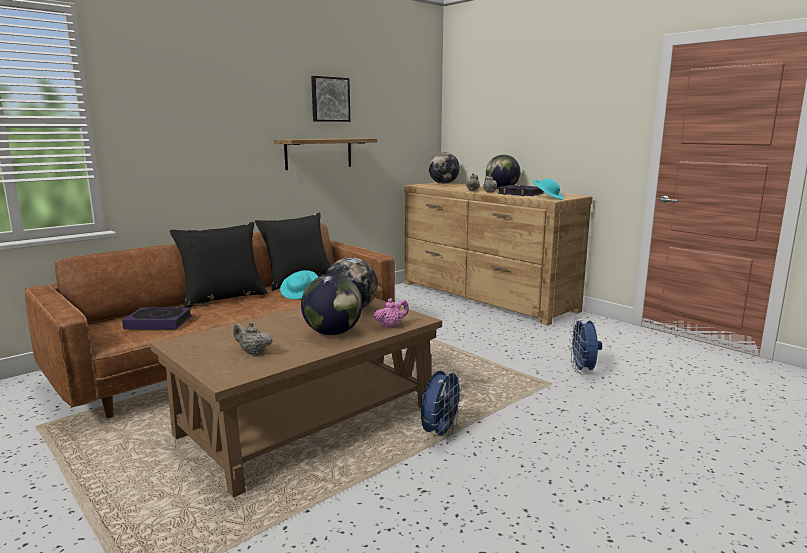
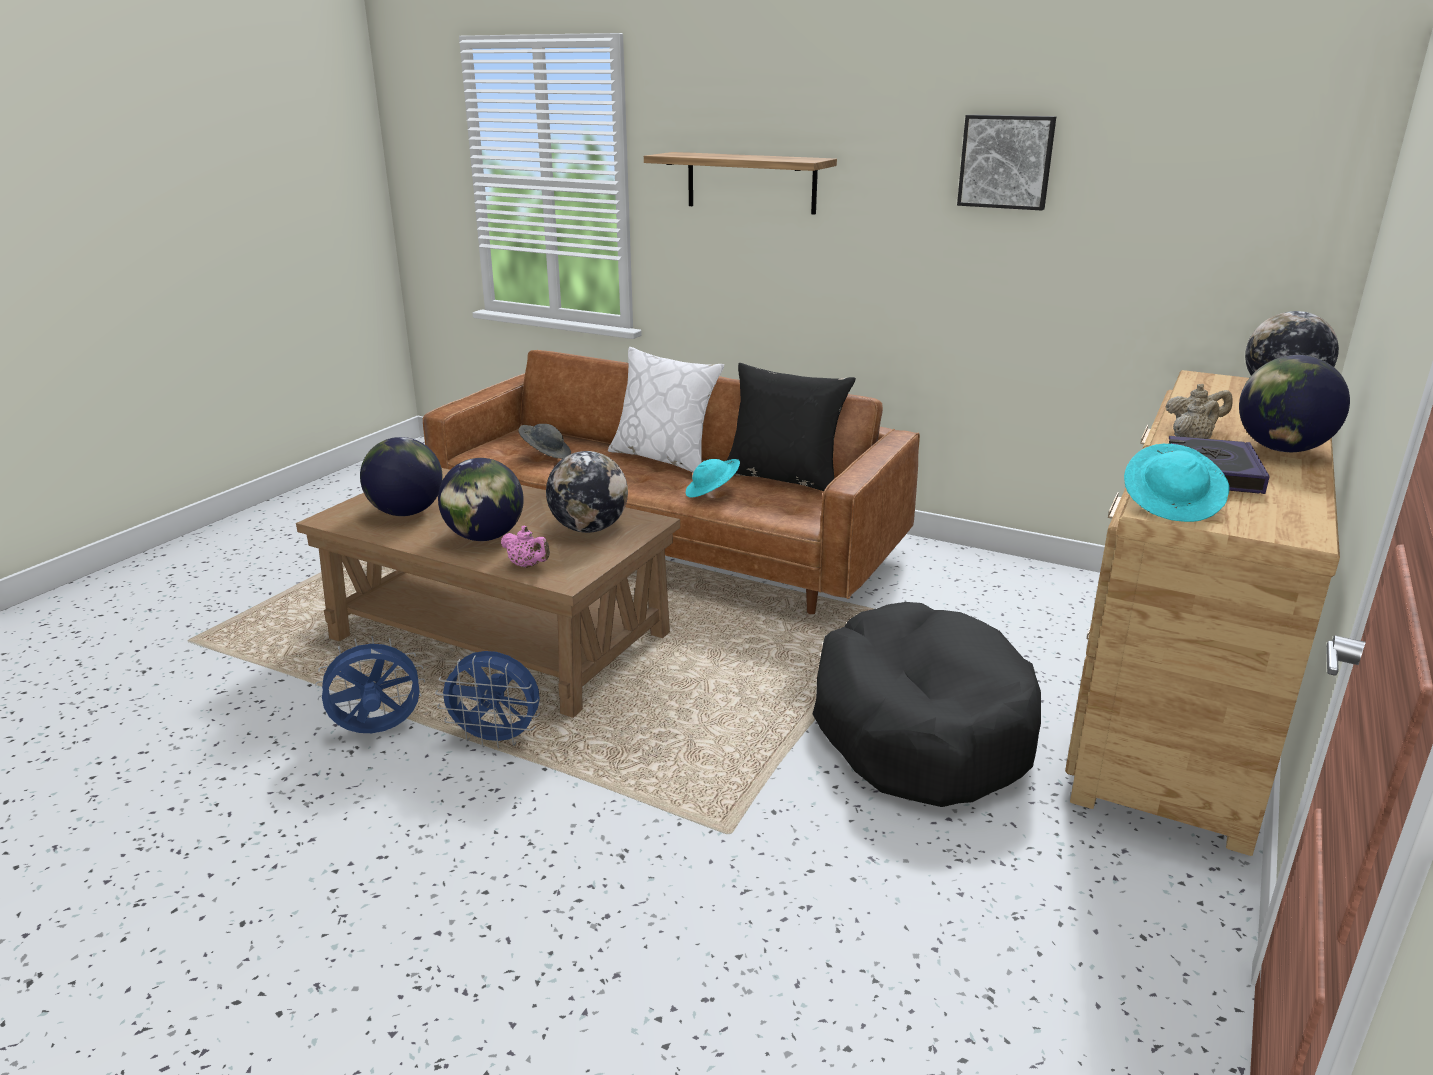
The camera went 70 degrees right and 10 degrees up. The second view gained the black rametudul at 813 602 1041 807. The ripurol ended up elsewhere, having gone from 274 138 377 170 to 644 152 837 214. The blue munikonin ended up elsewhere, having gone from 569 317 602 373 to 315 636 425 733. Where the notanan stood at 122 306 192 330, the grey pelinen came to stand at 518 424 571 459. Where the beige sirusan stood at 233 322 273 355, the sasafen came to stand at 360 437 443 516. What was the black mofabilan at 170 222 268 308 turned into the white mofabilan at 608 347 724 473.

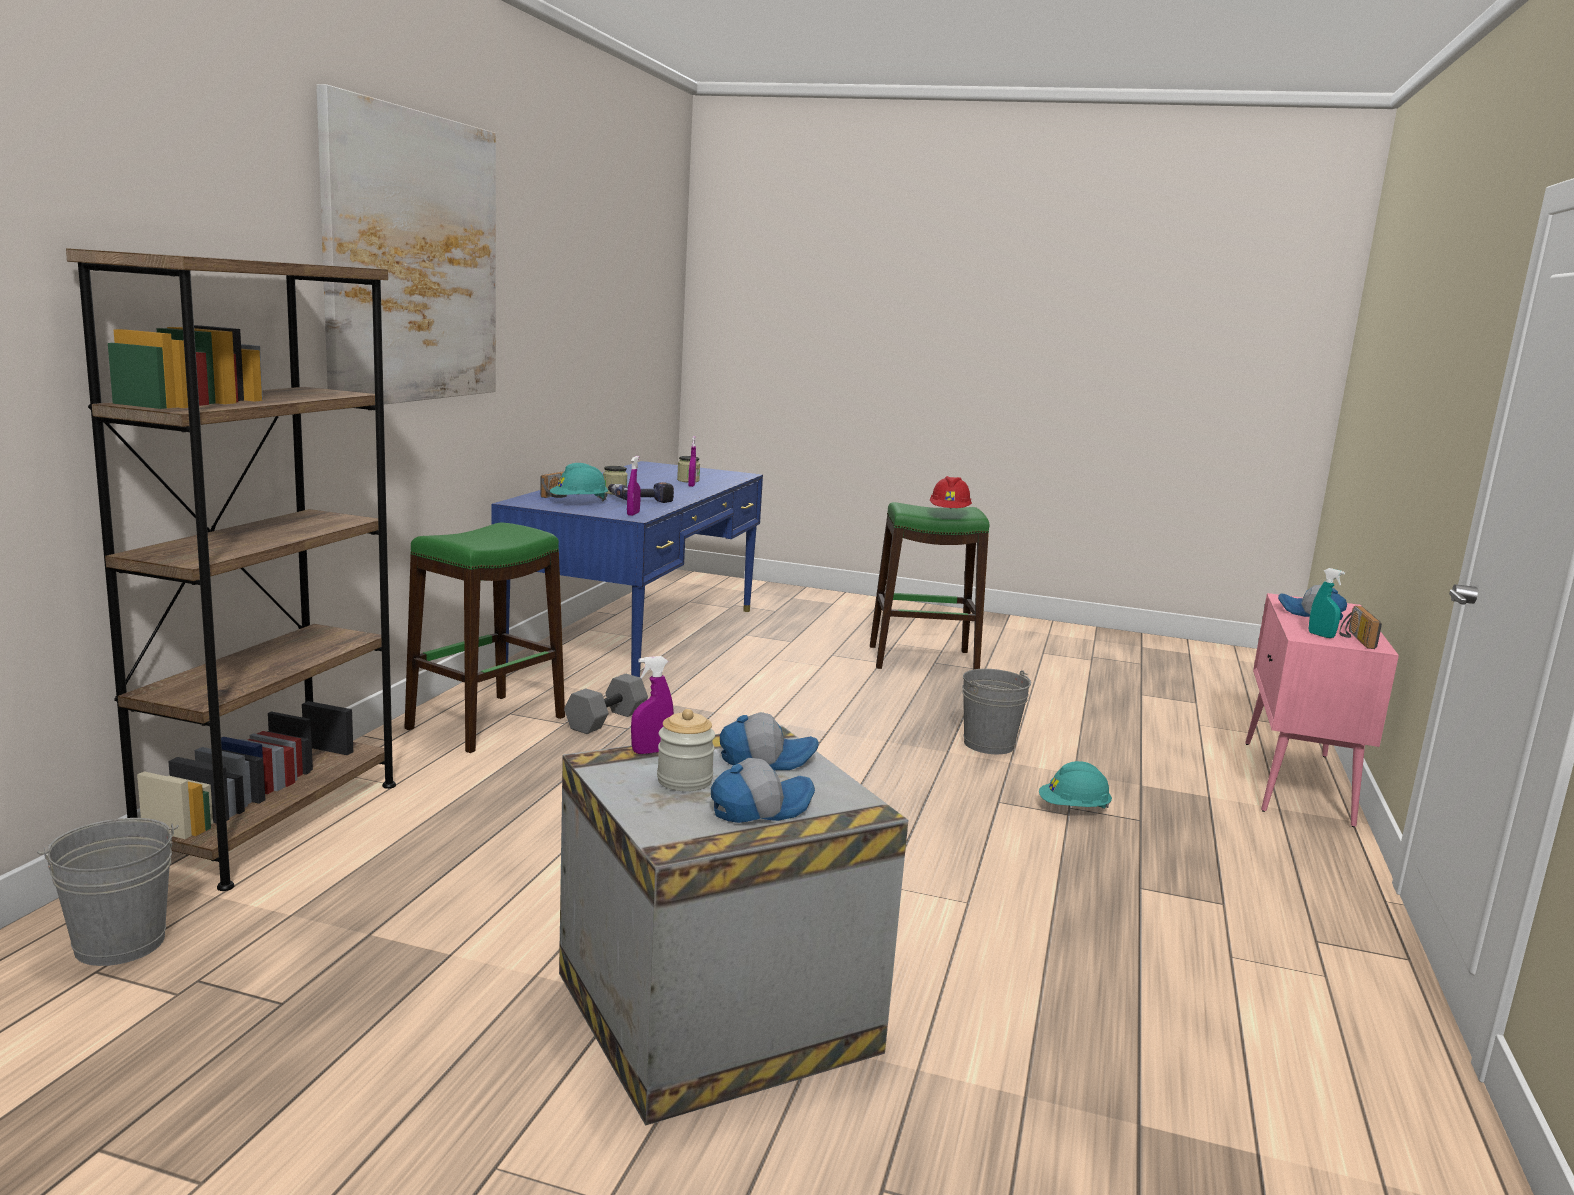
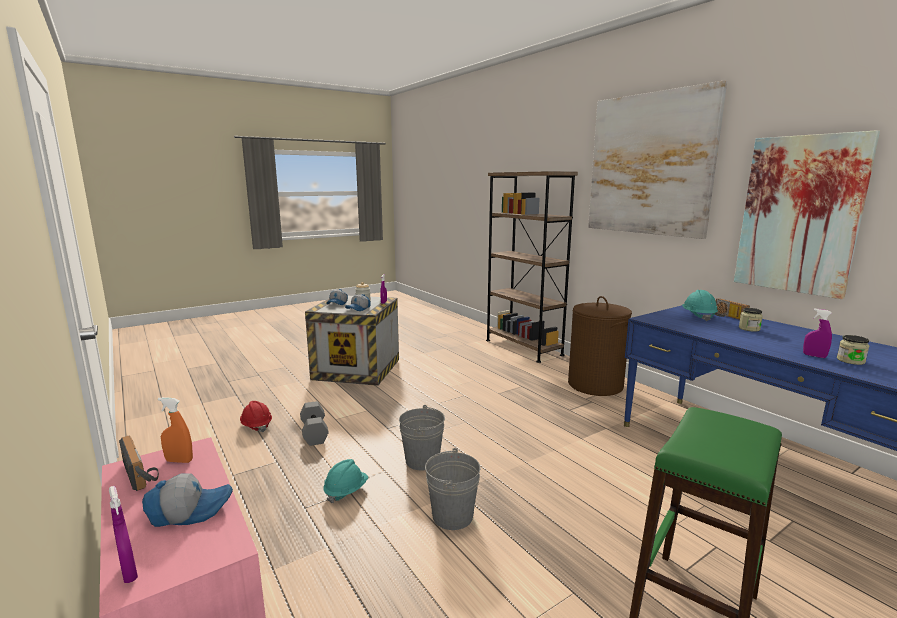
The camera went 130 degrees right and 0 degrees up. The second view lost the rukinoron at 608 482 674 503. The second view gained the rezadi at 734 130 880 299. The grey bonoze ended up elsewhere, having gone from 37 818 179 966 to 399 405 445 470. The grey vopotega ended up elsewhere, having gone from 564 674 648 734 to 300 401 329 446. The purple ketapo ended up elsewhere, having gone from 627 456 641 516 to 109 486 138 583. The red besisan ended up elsewhere, having gone from 930 476 972 509 to 240 401 272 432. Where the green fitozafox stood at 405 523 565 753, the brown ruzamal came to stand at 568 296 632 396. What was the turquoise ketapo at 1309 568 1345 638 turned into the orange ketapo at 158 397 193 463.

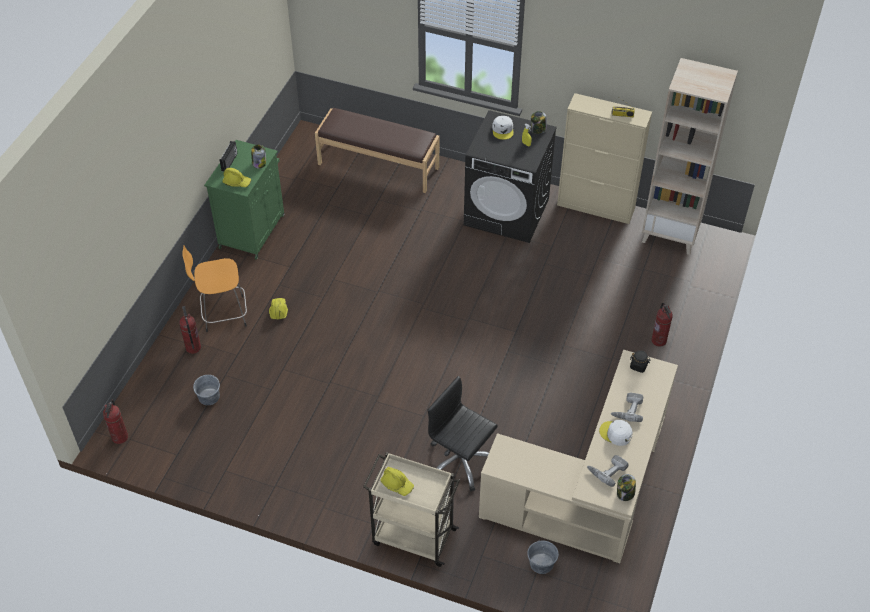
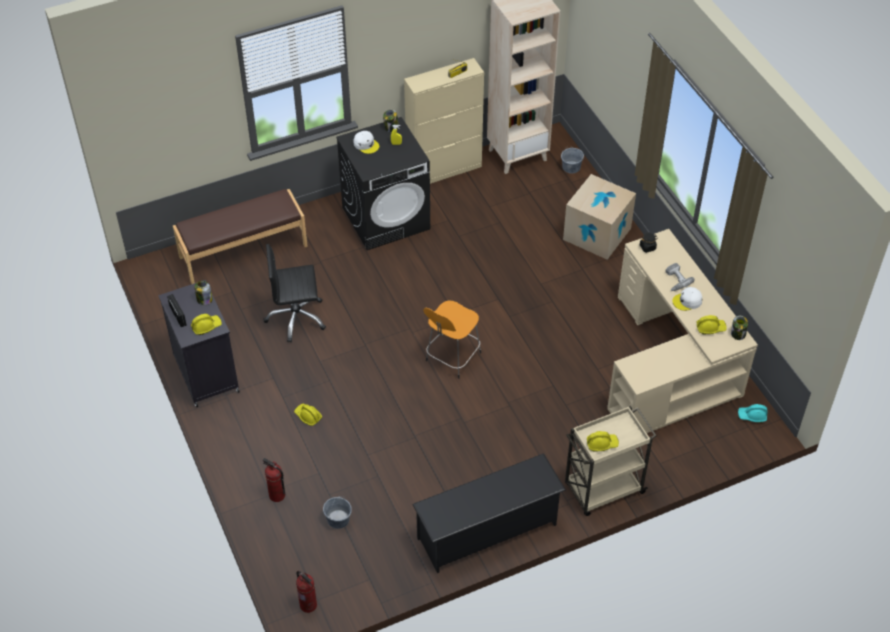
The camera went 45 degrees left and 0 degrees up. The second view gained the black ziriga at 412 453 566 573. The second view gained the turquoise besisan at 738 404 767 423. The orange fitozafox ended up elsewhere, having gone from 182 245 247 332 to 423 300 481 379. The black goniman ended up elsewhere, having gone from 427 376 498 491 to 264 244 326 342. The grey bonoze ended up elsewhere, having gone from 527 539 559 574 to 561 148 584 174. Where the rukinoron stood at 587 455 629 487, the yellow besisan came to stand at 697 315 727 334. Where the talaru stood at 651 303 673 347, the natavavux came to stand at 563 174 636 260. What was the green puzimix at 204 140 285 260 turned into the black puzimix at 158 280 239 407.

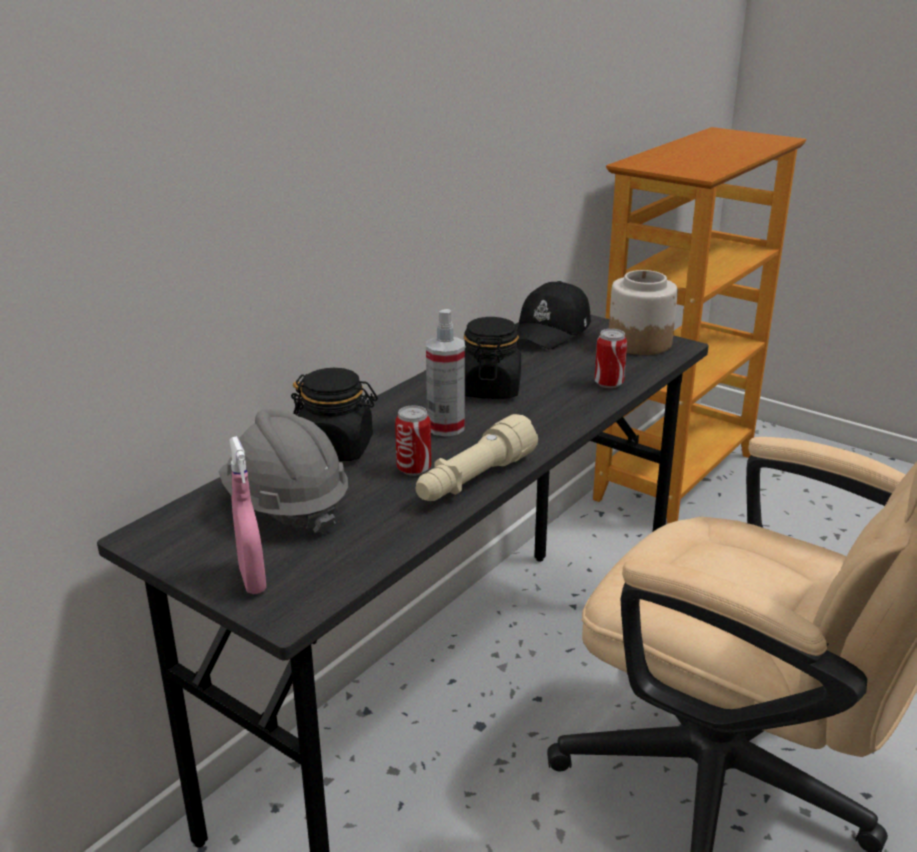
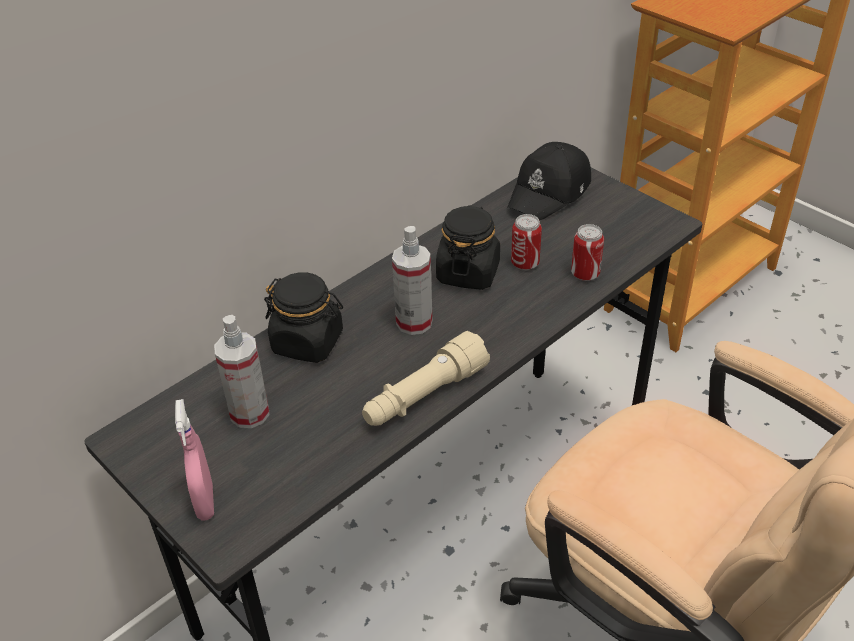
The camera went 10 degrees right and 15 degrees up. The second view lost the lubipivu at 609 270 678 355. The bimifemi ended up elsewhere, having gone from 395 405 431 476 to 511 214 542 270. Where the grey besisan stood at 219 409 348 534, the ketapo came to stand at 214 315 270 428.

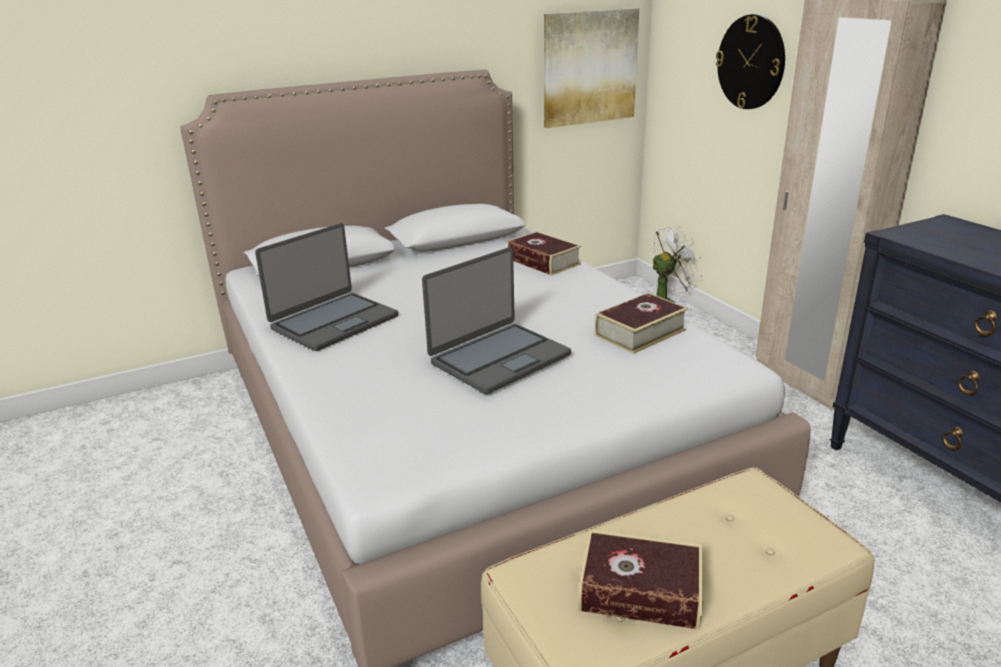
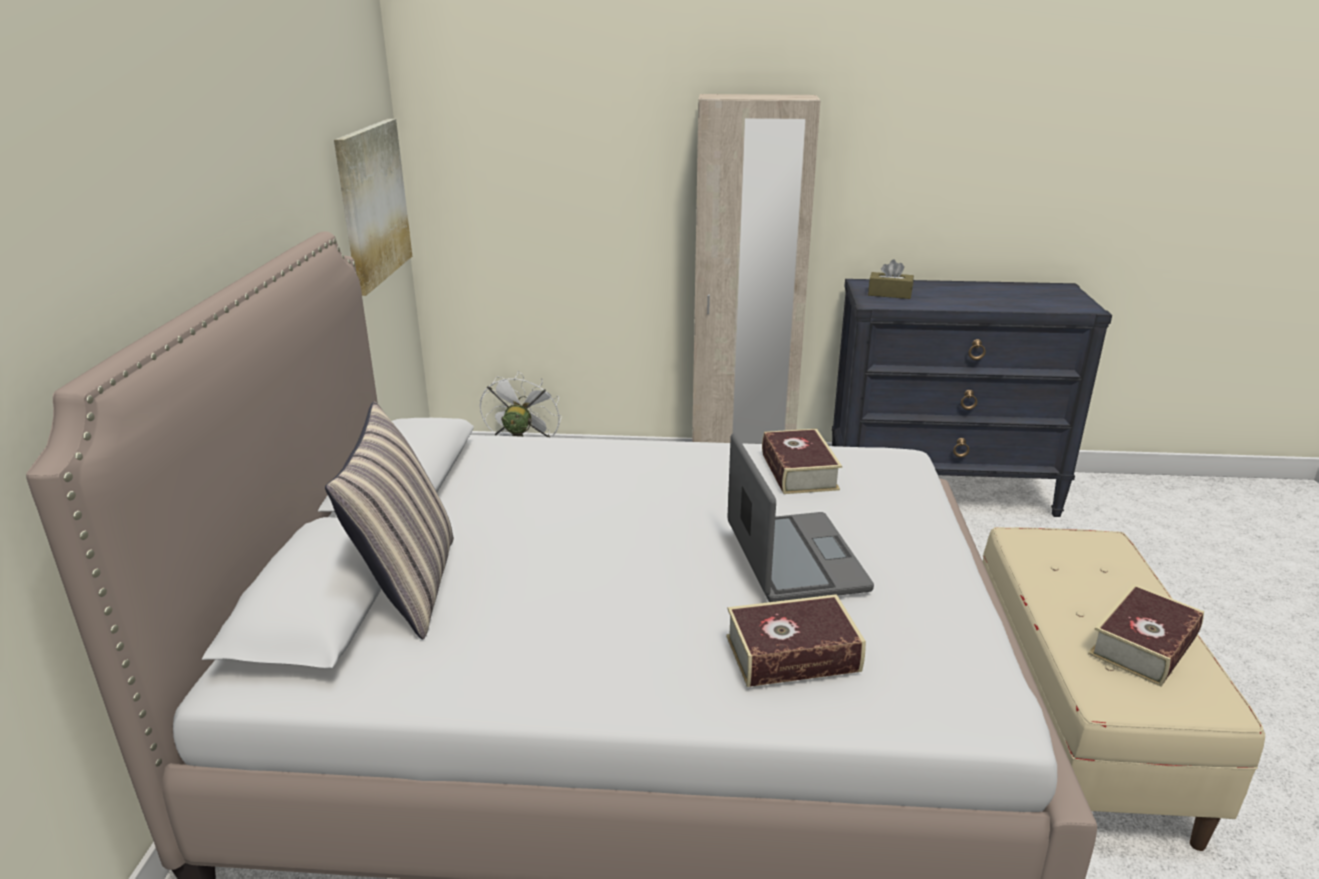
The camera went 60 degrees left and 0 degrees up. The second view lost the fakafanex at 255 223 398 351. The second view lost the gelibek at 716 14 785 109. The second view gained the mofabilan at 325 401 454 640. The second view gained the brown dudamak at 868 260 914 299. The notanan ended up elsewhere, having gone from 507 231 581 276 to 726 594 866 687.

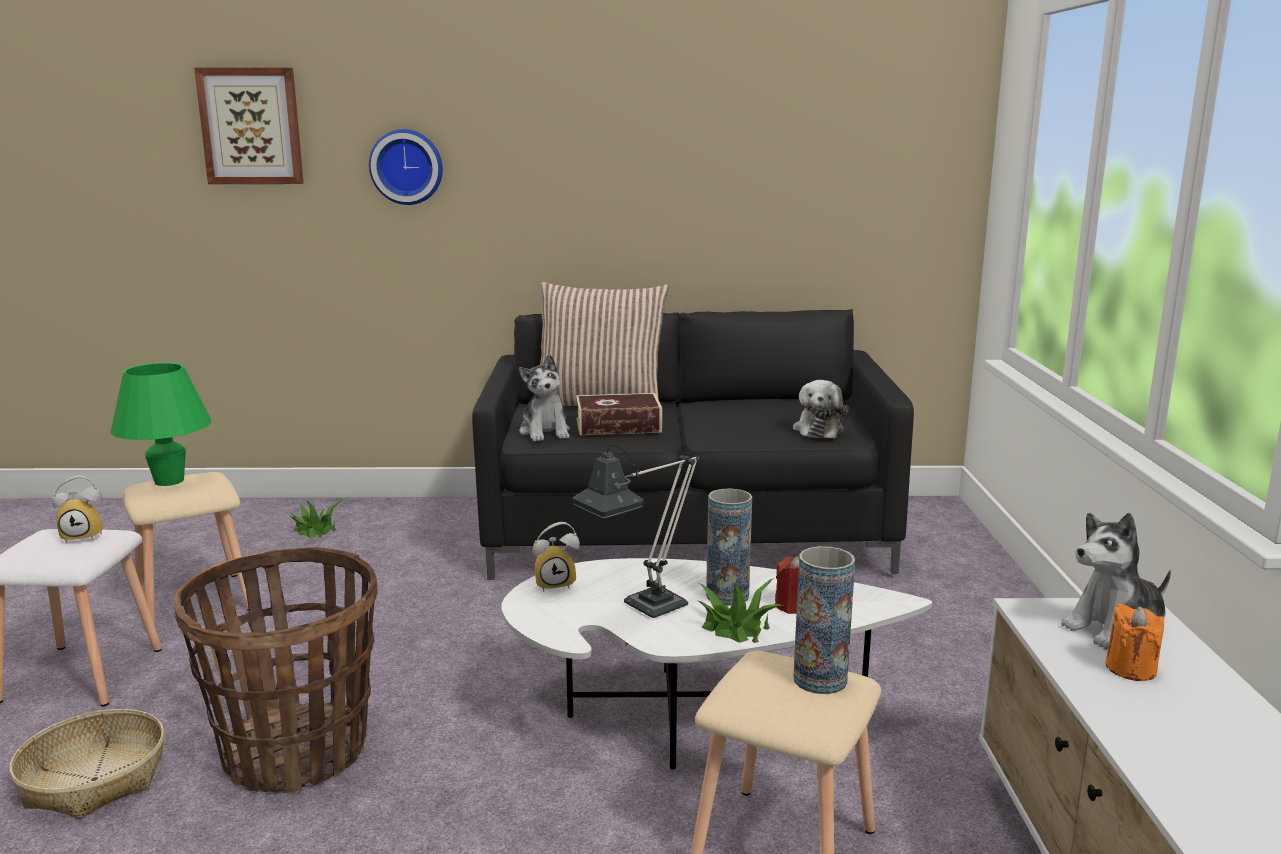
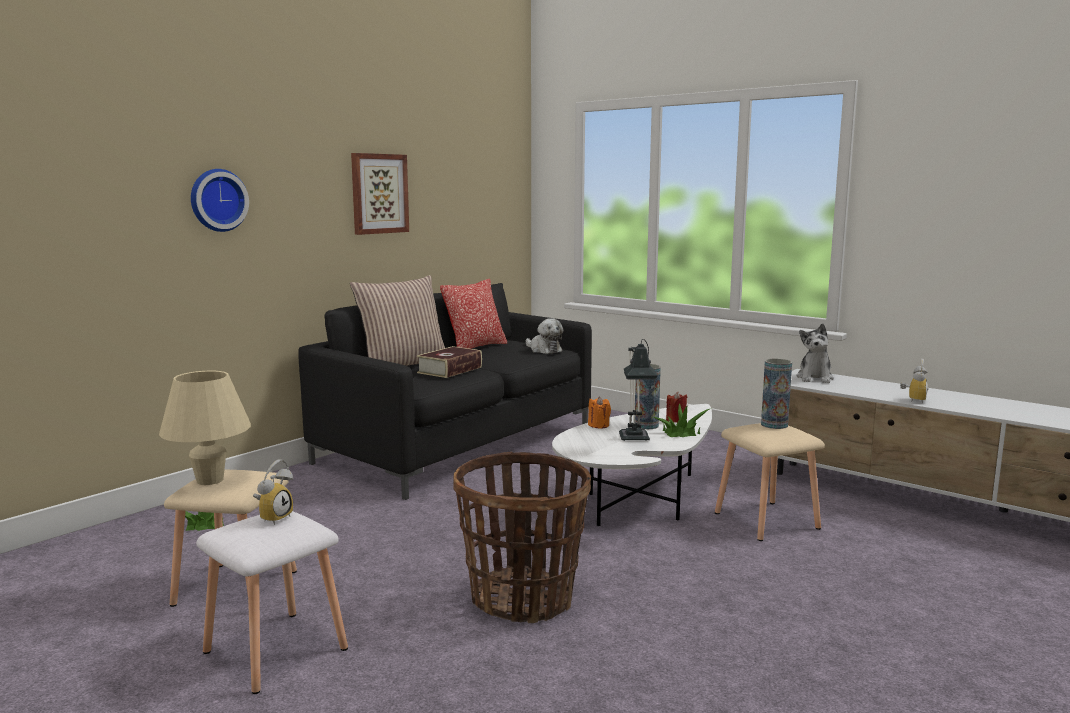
The camera went 50 degrees left and 5 degrees down. The second view lost the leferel at 9 709 165 819. The second view lost the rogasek at 519 354 570 442. The second view gained the mofabilan at 440 279 507 349. The rezadi ended up elsewhere, having gone from 194 68 304 184 to 351 153 409 235. The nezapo ended up elsewhere, having gone from 533 522 580 592 to 900 359 928 403. The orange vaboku ended up elsewhere, having gone from 1105 603 1164 681 to 588 397 611 428. What was the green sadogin at 111 362 211 486 turned into the beige sadogin at 159 371 251 485.

